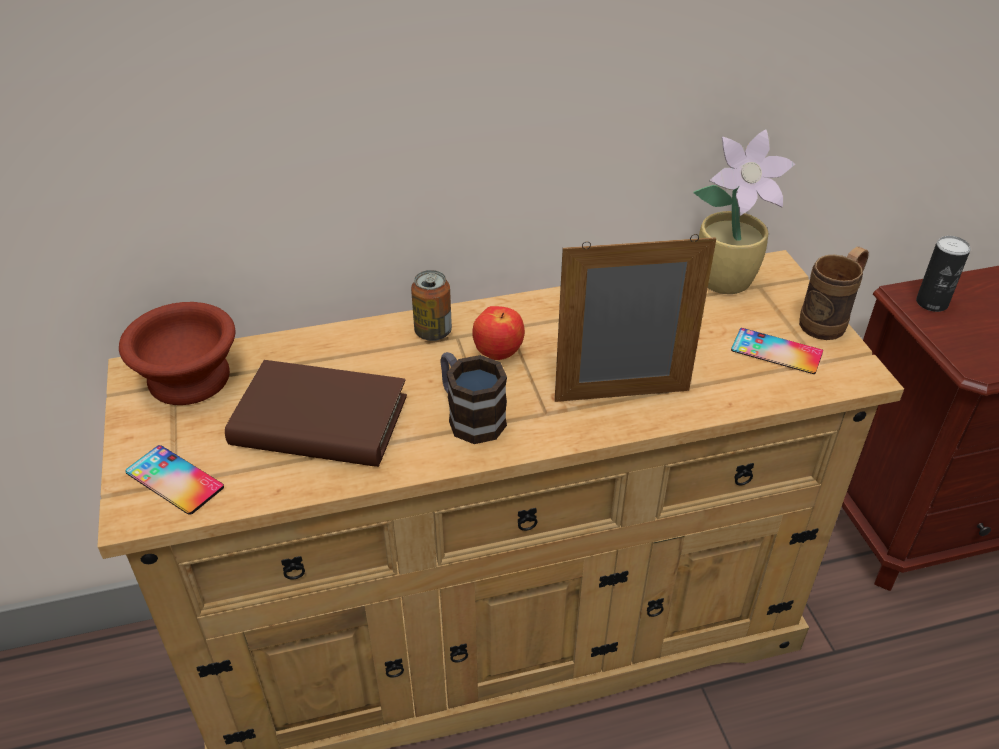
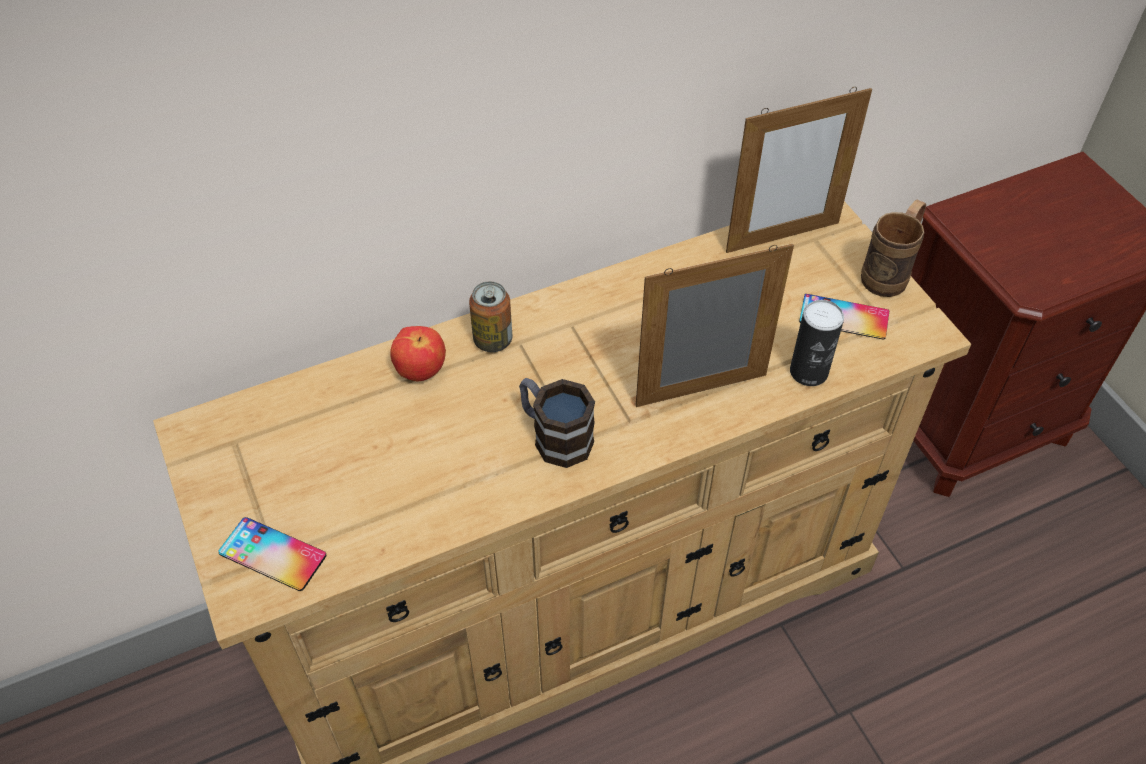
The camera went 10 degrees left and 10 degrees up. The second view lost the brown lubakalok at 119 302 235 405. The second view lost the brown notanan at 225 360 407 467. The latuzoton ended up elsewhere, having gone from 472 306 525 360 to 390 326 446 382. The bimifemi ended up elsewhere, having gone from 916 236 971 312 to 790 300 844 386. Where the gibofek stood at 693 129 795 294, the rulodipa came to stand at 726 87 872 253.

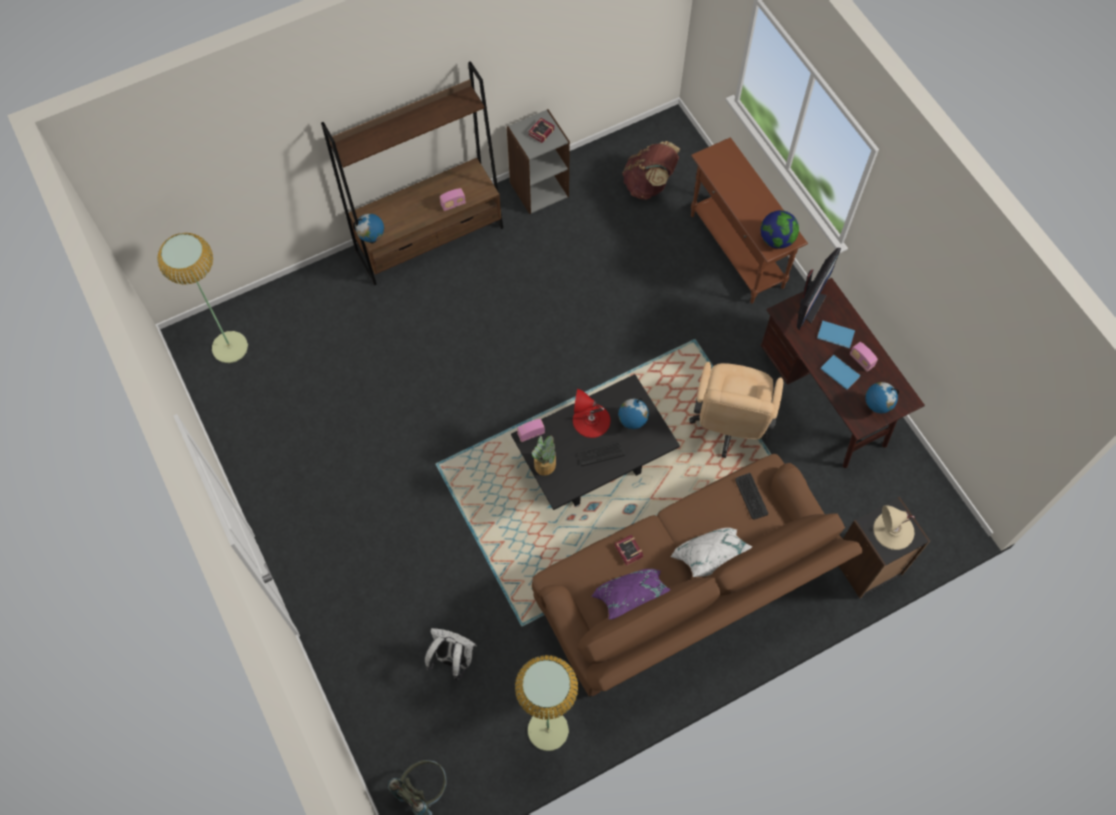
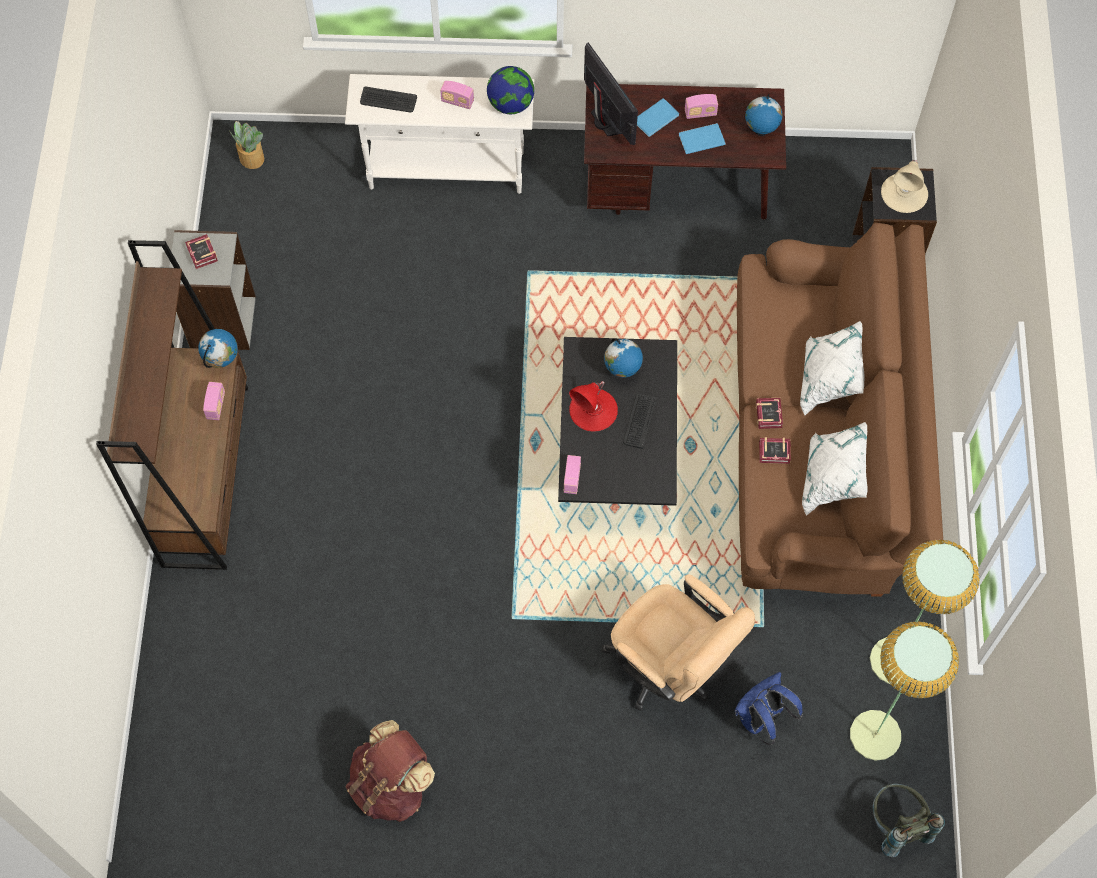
The camera went 60 degrees left and 0 degrees up. The second view gained the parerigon at 440 81 474 109. The second view gained the notanan at 756 398 783 429. The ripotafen ended up elsewhere, having gone from 157 233 248 363 to 850 621 959 761. The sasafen ended up elsewhere, having gone from 353 213 384 243 to 198 329 238 368. The gibofek ended up elsewhere, having gone from 532 436 556 476 to 230 121 264 169. The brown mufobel ended up elsewhere, having gone from 622 141 680 200 to 346 720 435 822. The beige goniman ended up elsewhere, having gone from 689 362 783 458 to 601 574 756 711. The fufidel ended up elsewhere, having gone from 735 473 768 519 to 360 86 417 112. What was the white mufobel at 425 628 477 680 turned into the blue mufobel at 735 672 803 745. What was the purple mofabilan at 592 569 671 619 turned into the white mofabilan at 802 422 868 516. What was the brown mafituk at 691 137 808 304 turned into the white mafituk at 345 74 534 194.

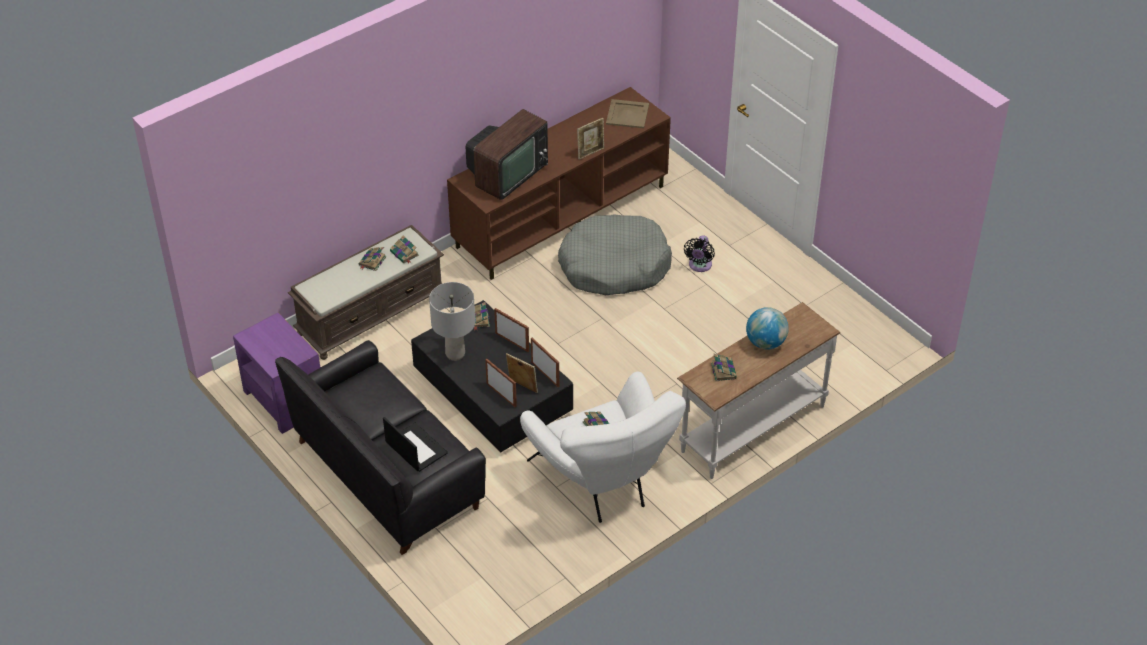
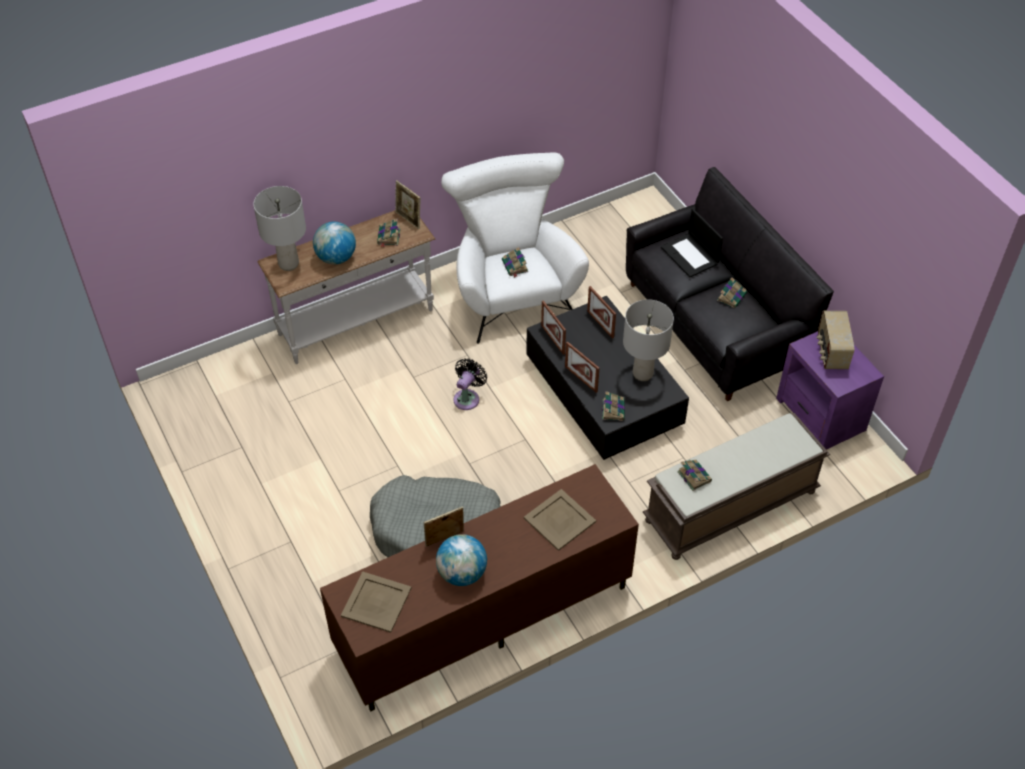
The camera went 170 degrees left and 5 degrees up. The second view gained the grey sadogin at 253 186 306 271. The second view gained the sasafen at 436 534 487 586. The second view gained the parerigon at 817 311 854 369. The notanan ended up elsewhere, having gone from 359 247 387 271 to 717 277 747 308. The rulodipa ended up elsewhere, having gone from 506 353 538 393 to 395 180 421 229. The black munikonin ended up elsewhere, having gone from 684 235 715 272 to 453 358 487 410. Where the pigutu stood at 466 109 548 200, the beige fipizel came to stand at 524 489 596 551.

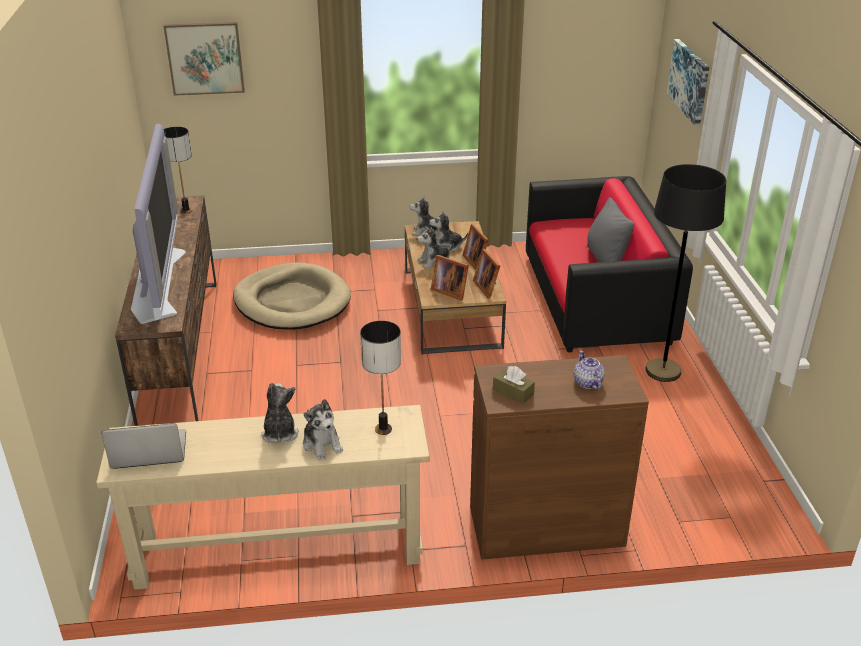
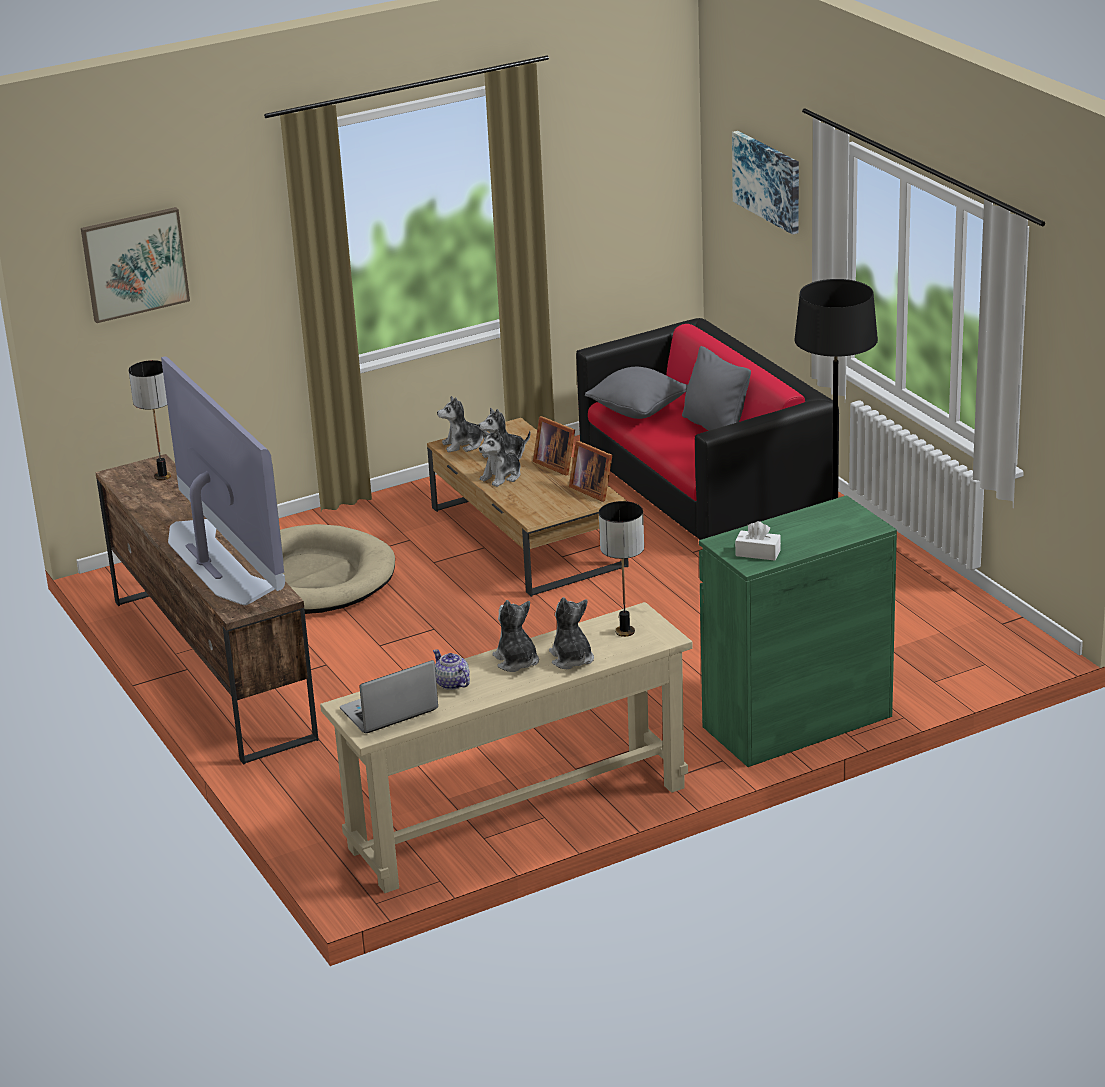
The camera went 20 degrees left and 5 degrees down. The second view lost the rulodipa at 431 255 469 301. The second view gained the grey mofabilan at 585 367 688 419. The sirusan ended up elsewhere, having gone from 573 350 605 390 to 433 649 470 690. What was the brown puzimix at 470 355 649 560 turned into the green puzimix at 699 495 897 767. What was the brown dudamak at 493 366 535 404 turned into the white dudamak at 735 521 781 560. The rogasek at 303 399 343 460 ended up facing another way, 150 degrees counterclockwise from before.

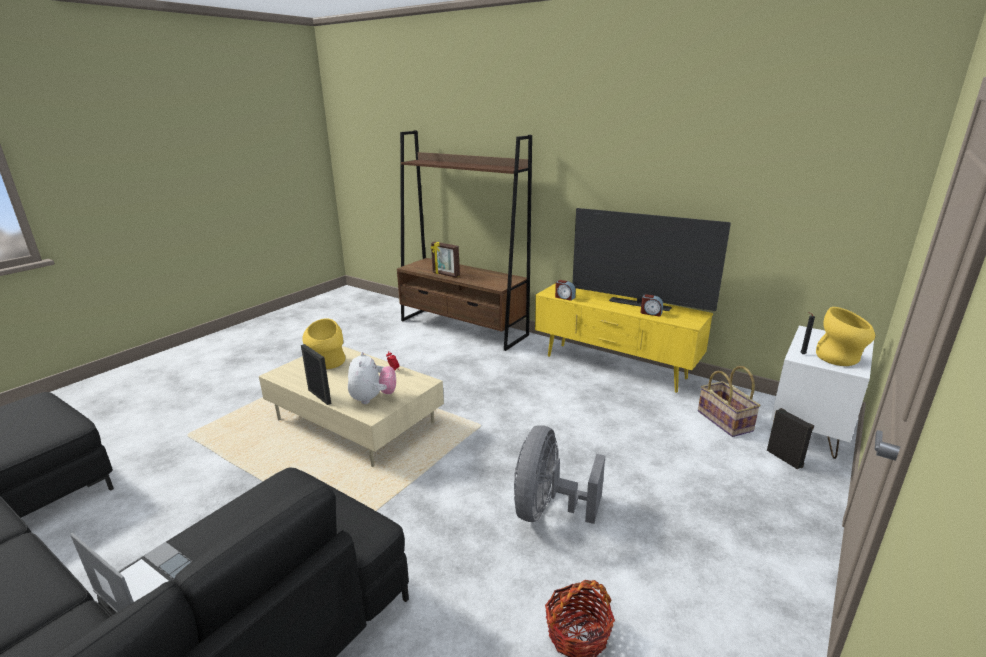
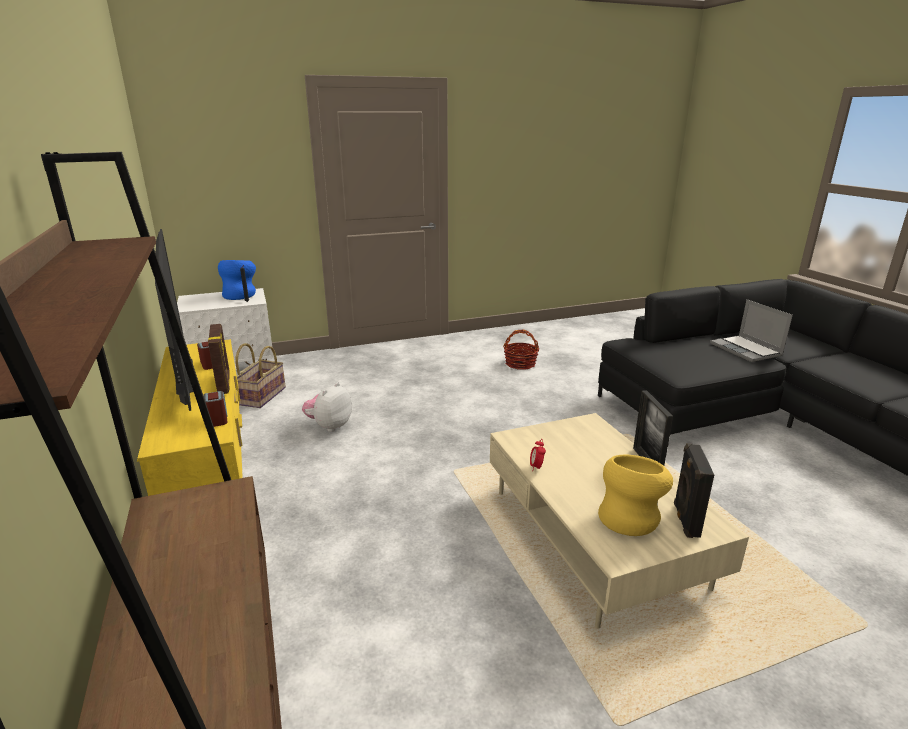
The camera went 145 degrees left and 0 degrees up. The second view lost the grey munikonin at 514 425 605 524. The rogasek ended up elsewhere, having gone from 348 352 396 404 to 302 382 352 432. The rulodipa ended up elsewhere, having gone from 431 242 460 278 to 208 324 230 394. The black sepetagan ended up elsewhere, having gone from 767 408 814 469 to 674 443 714 538. What was the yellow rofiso at 816 307 875 366 turned into the blue rofiso at 218 260 256 300.

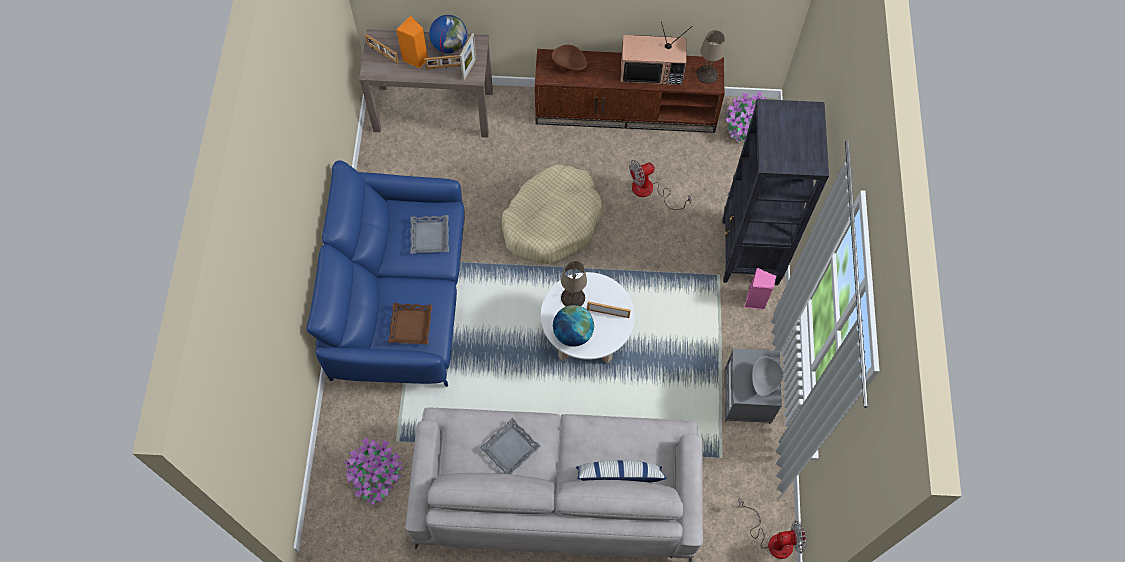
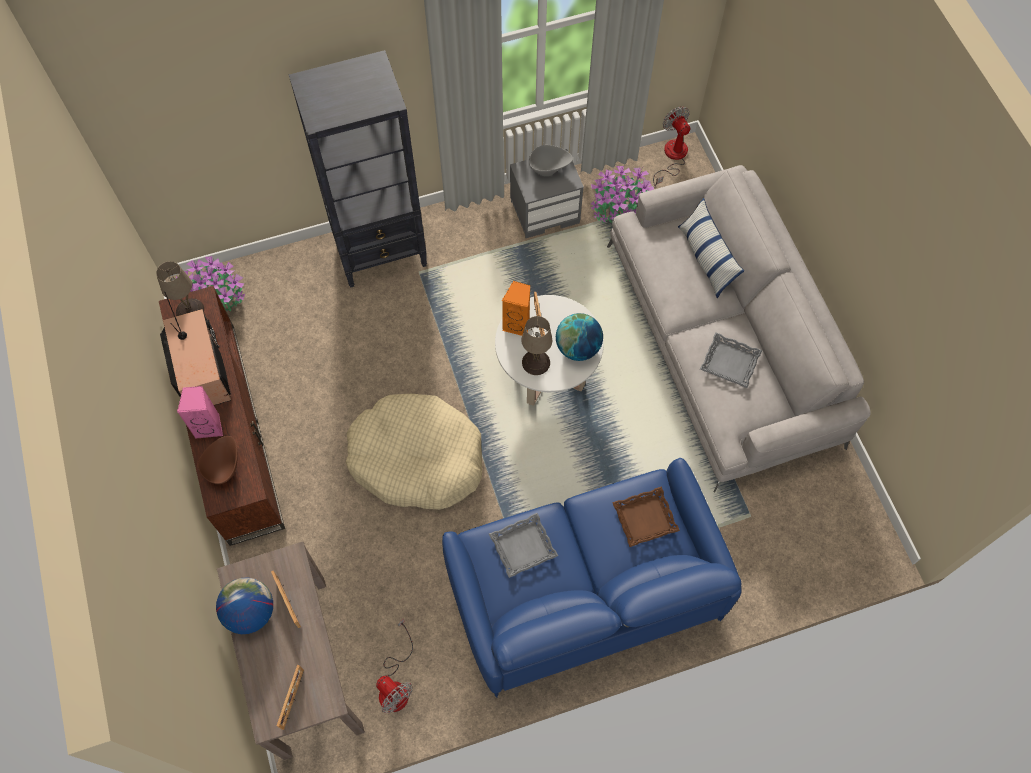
The camera went 110 degrees left and 0 degrees up. The second view lost the rulodipa at 460 33 476 81. The gibofek ended up elsewhere, having gone from 344 438 403 505 to 590 166 654 223. The orange sepetagan ended up elsewhere, having gone from 396 16 428 68 to 502 281 530 336. The munikonin ended up elsewhere, having gone from 629 160 692 210 to 376 619 413 713. The pink sepetagan ended up elsewhere, having gone from 744 268 776 309 to 177 386 223 439.

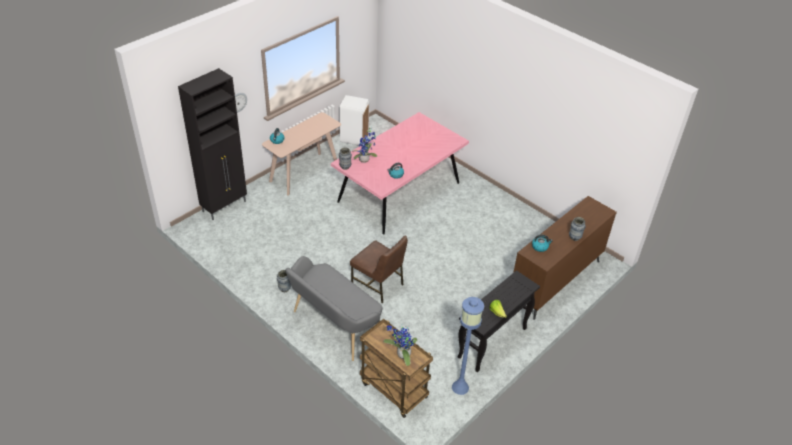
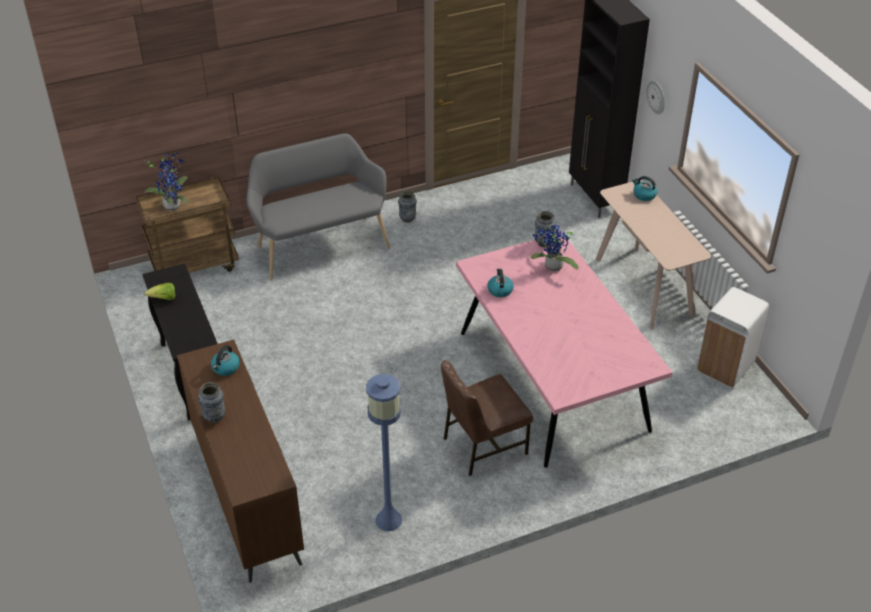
The camera went 115 degrees right and 0 degrees up. The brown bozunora ended up elsewhere, having gone from 350 236 408 304 to 441 360 533 476. The blue ripotafen ended up elsewhere, having gone from 452 297 484 395 to 366 374 402 531.

